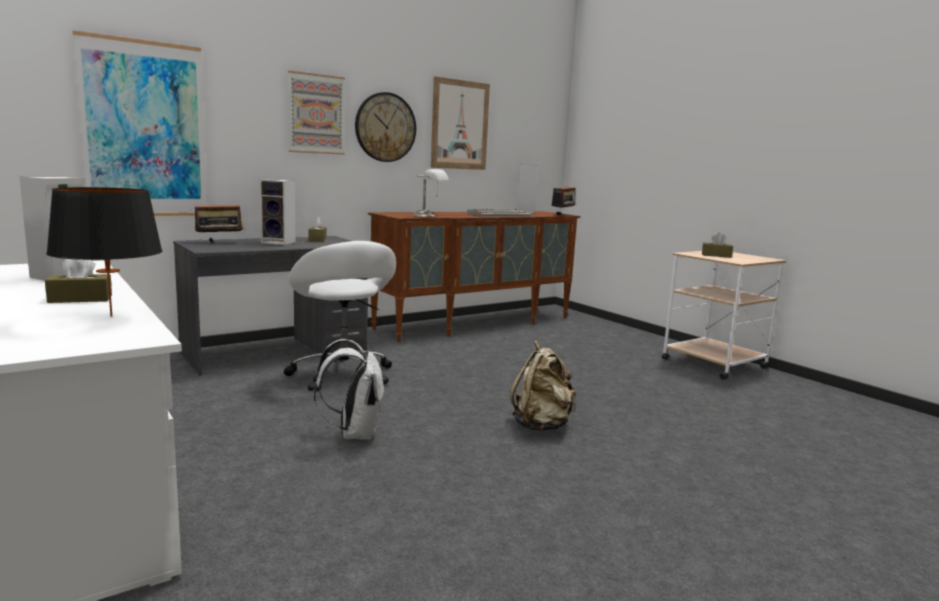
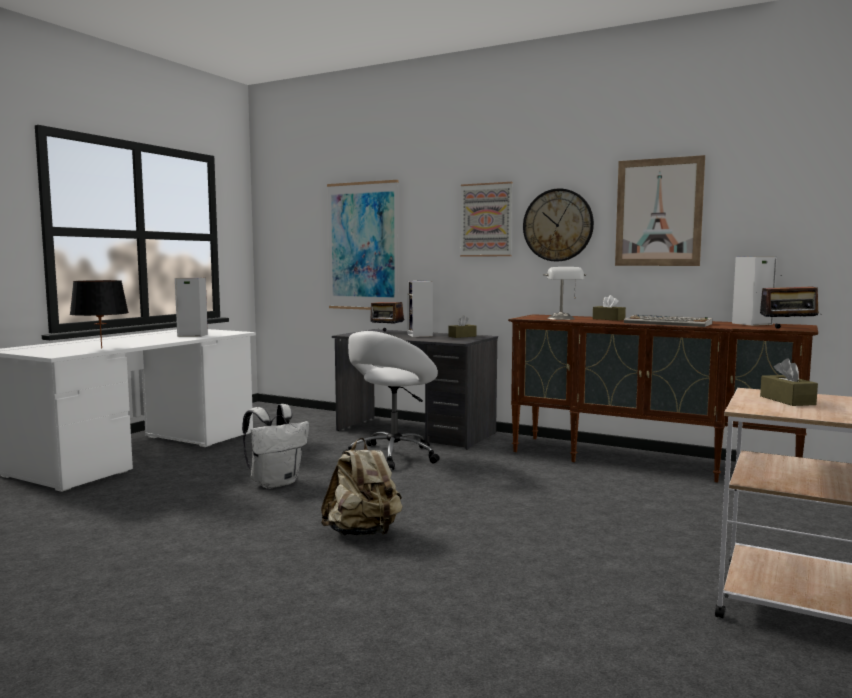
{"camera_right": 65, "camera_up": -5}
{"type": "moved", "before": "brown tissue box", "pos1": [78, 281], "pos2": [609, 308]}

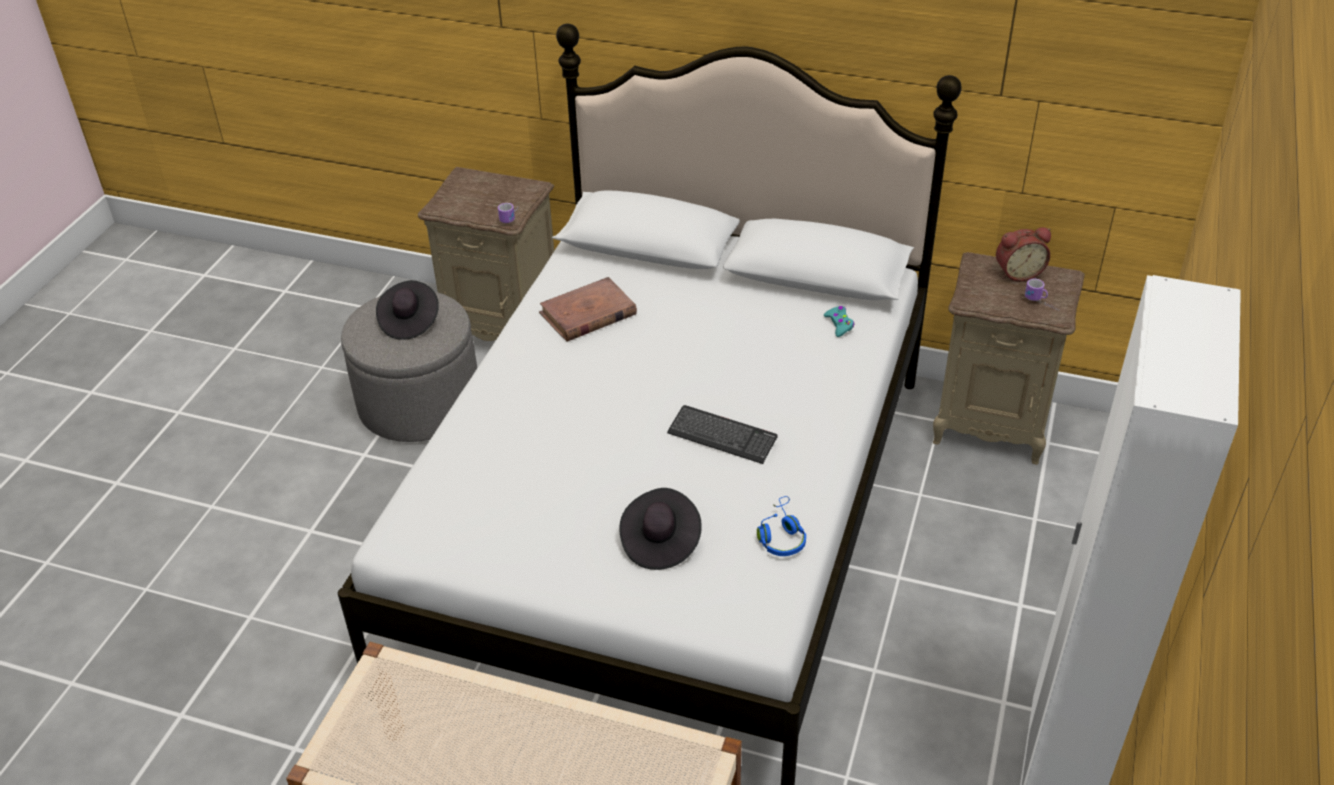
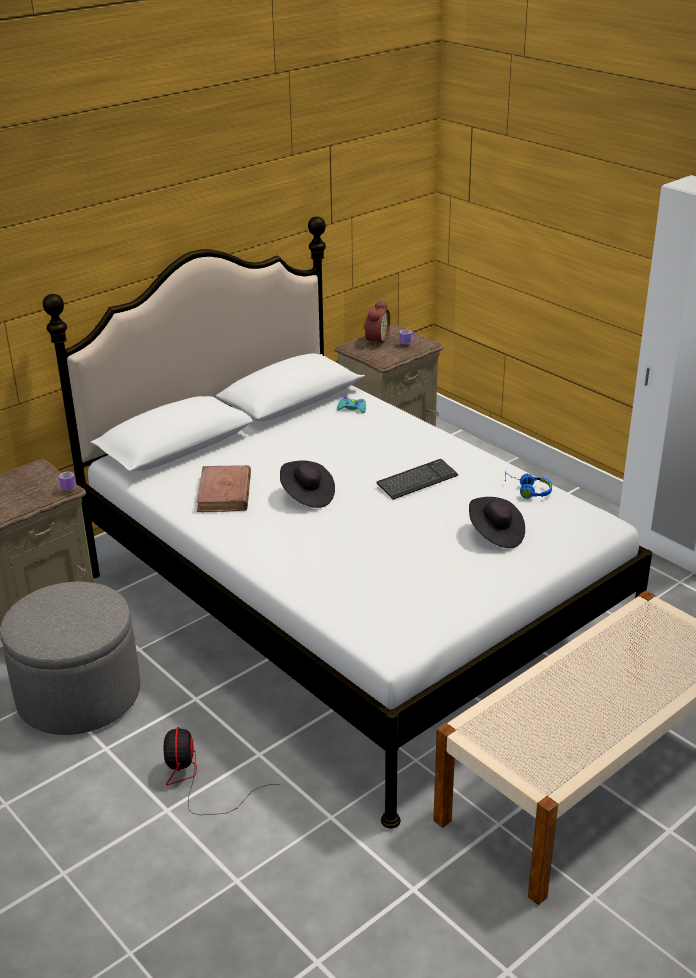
{"camera_right": -60, "camera_up": -10}
{"type": "moved", "before": "black hat", "pos1": [407, 310], "pos2": [307, 484]}
{"type": "added", "after": "fan", "pos2": [221, 771]}

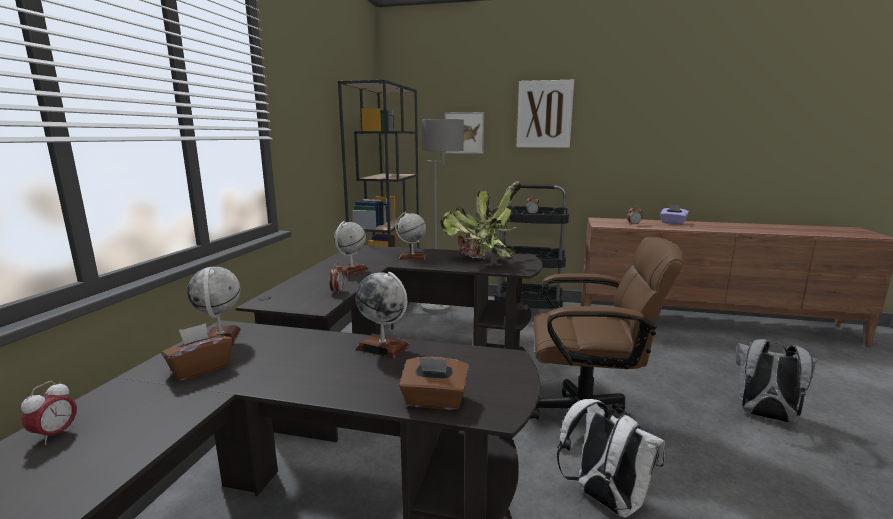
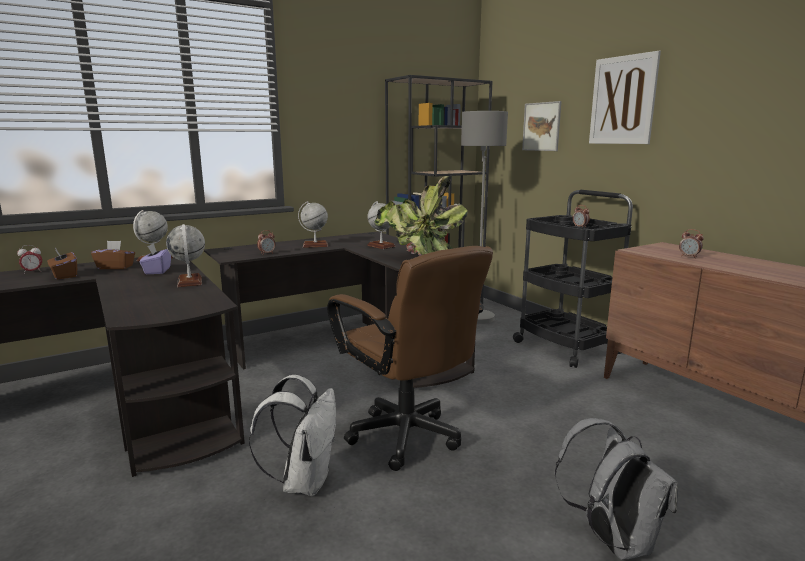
{"camera_right": 45, "camera_up": 0}
{"type": "moved", "before": "brown tissue box", "pos1": [434, 383], "pos2": [62, 263]}
{"type": "moved", "before": "purple tissue box", "pos1": [674, 214], "pos2": [155, 258]}

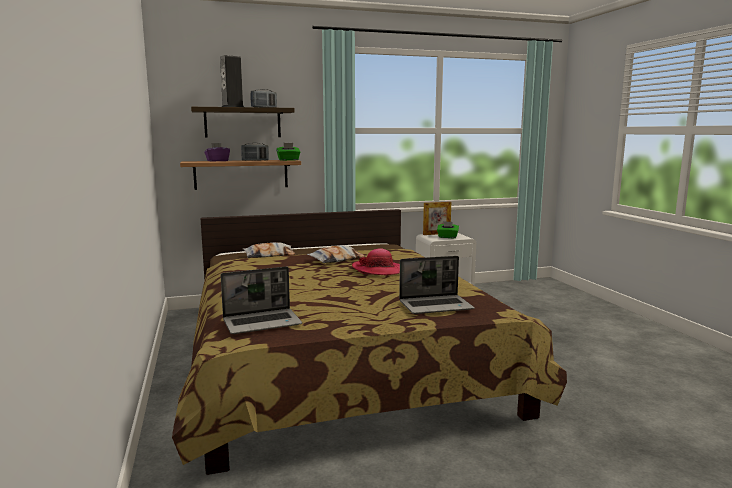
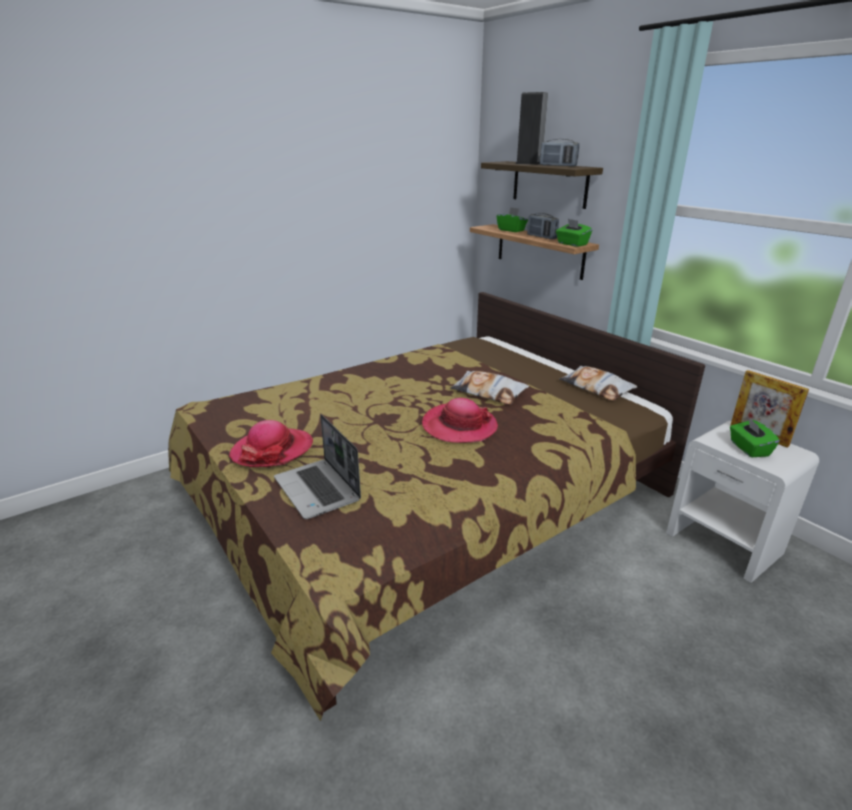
{"camera_right": 70, "camera_up": 15}
{"type": "recoloured", "before": "purple tissue box", "after": "green tissue box", "pos1": [217, 152], "pos2": [512, 219]}
{"type": "removed", "before": "laptop", "pos1": [261, 300]}
{"type": "moved", "before": "pillow", "pos1": [269, 250], "pos2": [599, 383]}
{"type": "added", "after": "hat", "pos2": [271, 443]}

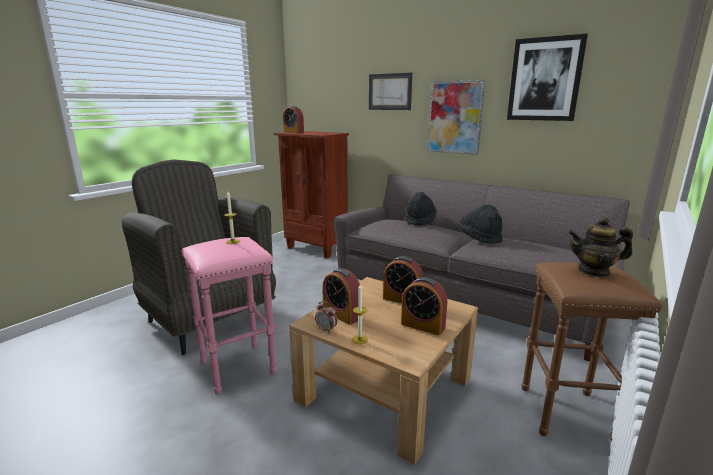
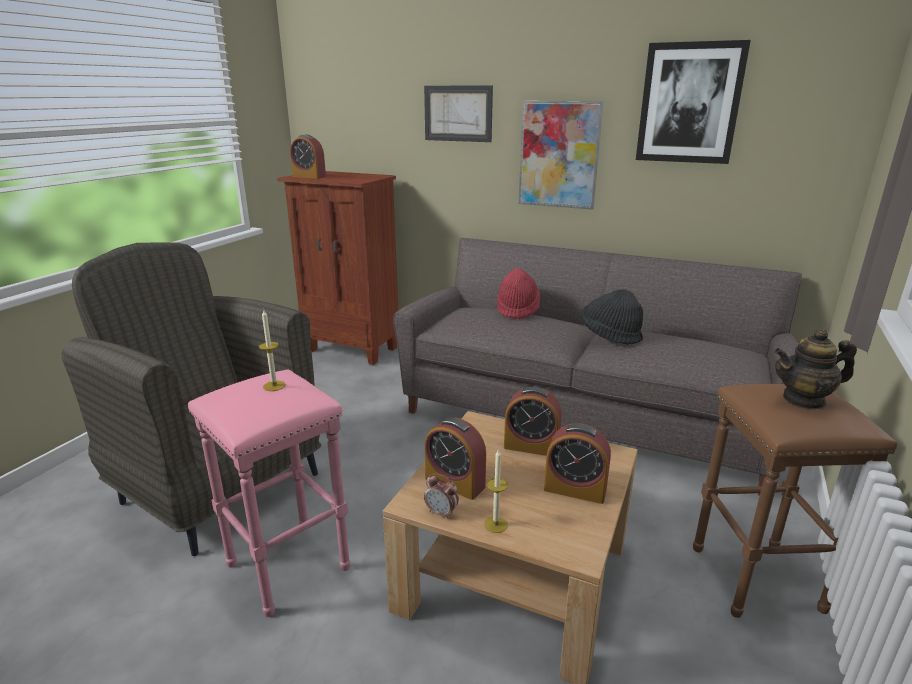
{"camera_right": -10, "camera_up": 5}
{"type": "recoloured", "before": "black hat", "after": "red hat", "pos1": [421, 209], "pos2": [518, 293]}

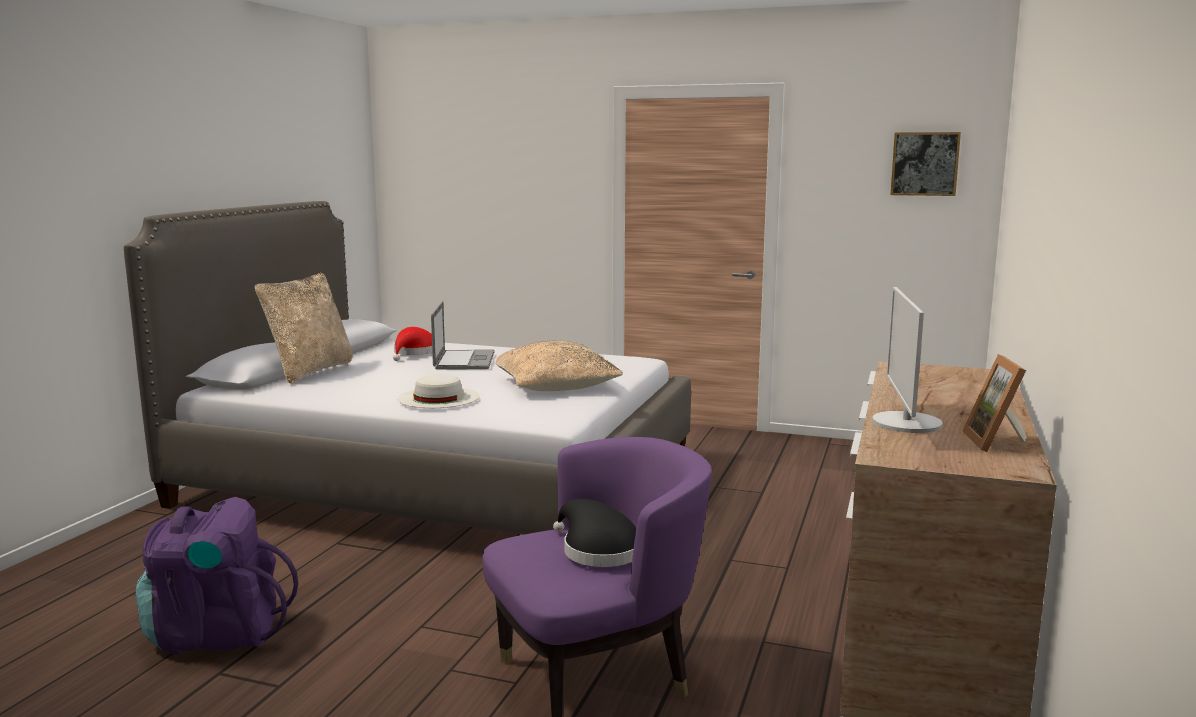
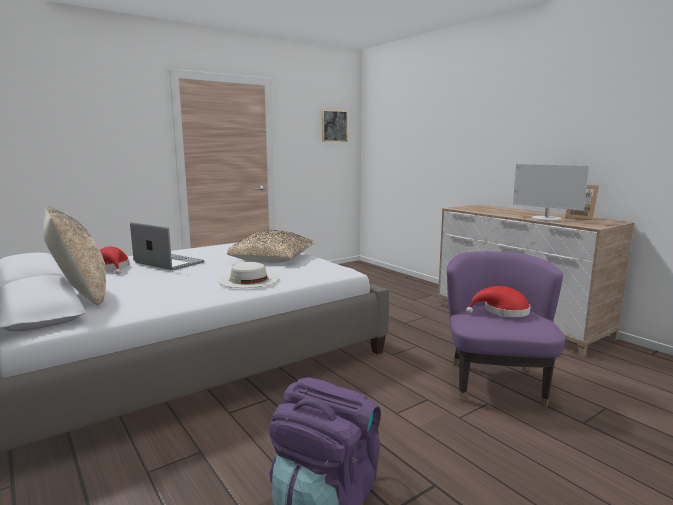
{"camera_right": -55, "camera_up": 0}
{"type": "recoloured", "before": "black hat", "after": "red hat", "pos1": [594, 533], "pos2": [498, 301]}

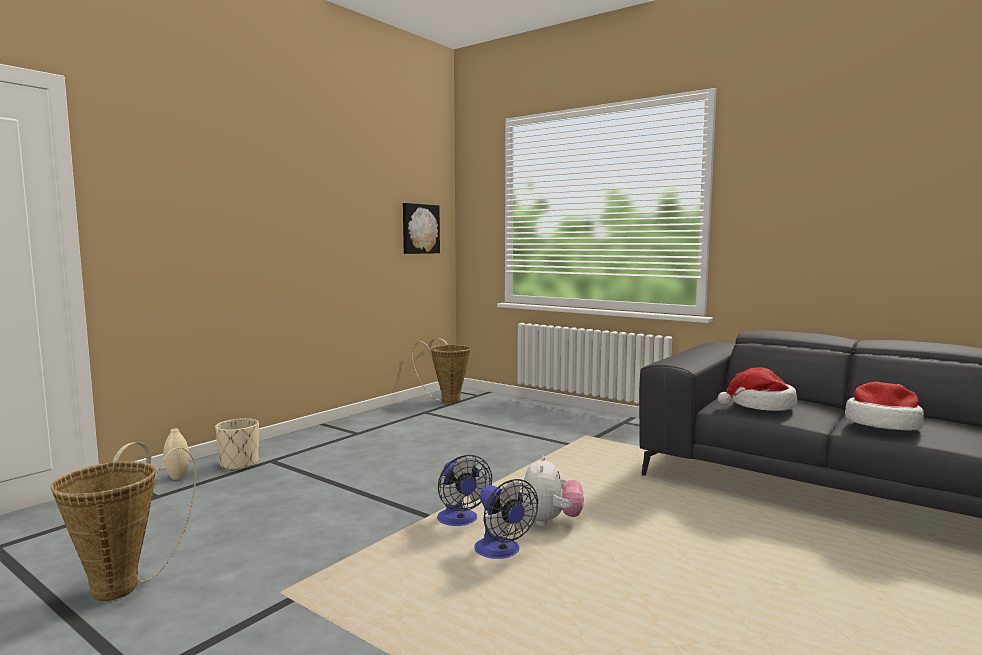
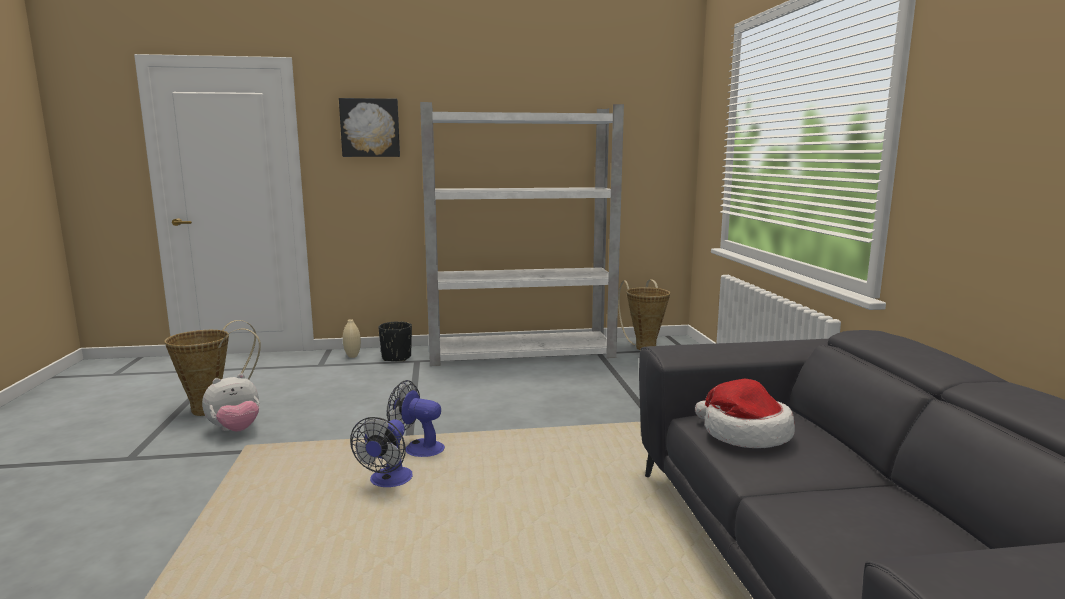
{"camera_right": 45, "camera_up": 5}
{"type": "recoloured", "before": "beige planter", "after": "black planter", "pos1": [237, 444], "pos2": [395, 341]}
{"type": "moved", "before": "picture", "pos1": [421, 228], "pos2": [369, 127]}
{"type": "turned", "before": "fan", "pos1": [464, 490], "pos2": [416, 418], "turn": 90}
{"type": "moved", "before": "plush toy", "pos1": [553, 491], "pos2": [230, 403]}
{"type": "removed", "before": "hat", "pos1": [884, 406]}
{"type": "added", "after": "white bookcase", "pos2": [522, 234]}

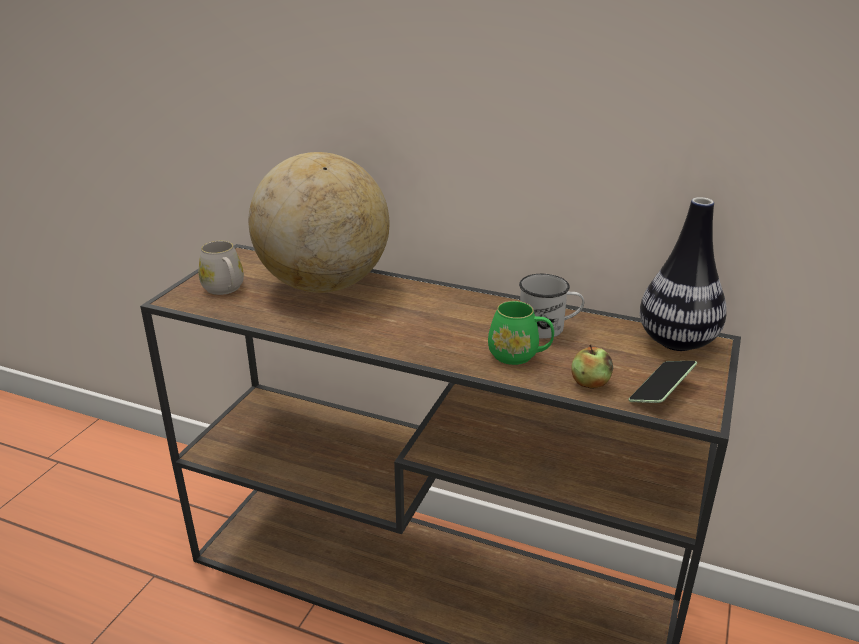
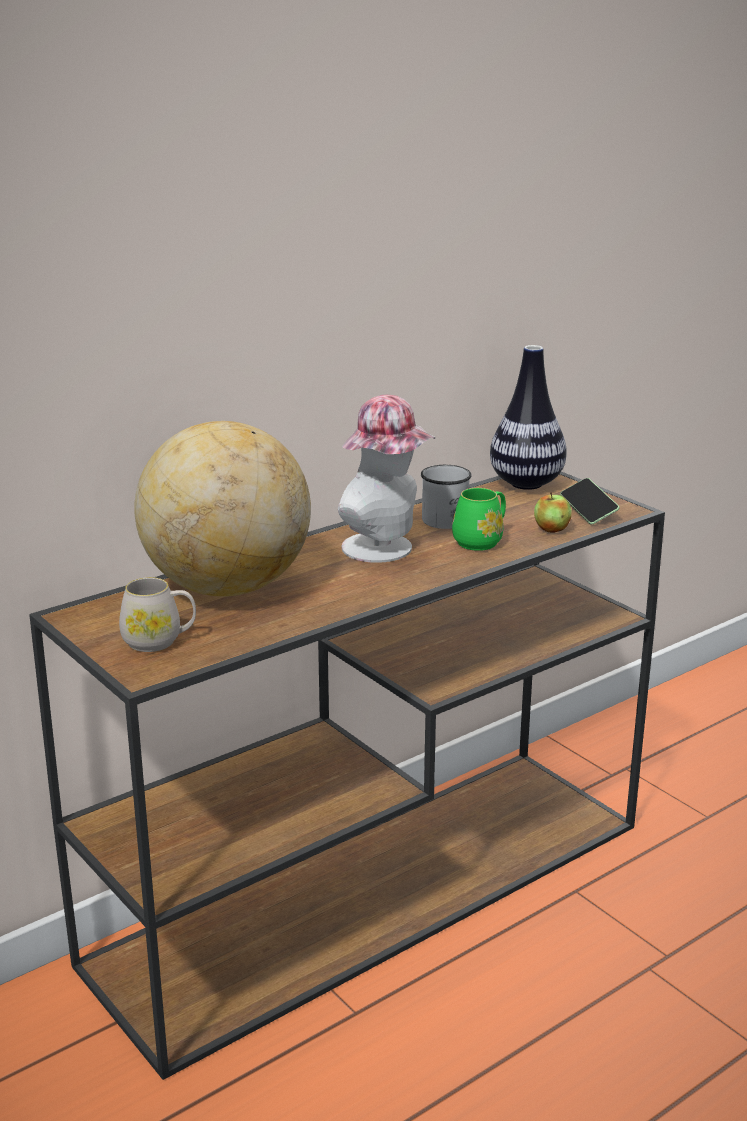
{"camera_right": -60, "camera_up": -5}
{"type": "added", "after": "hat", "pos2": [386, 479]}

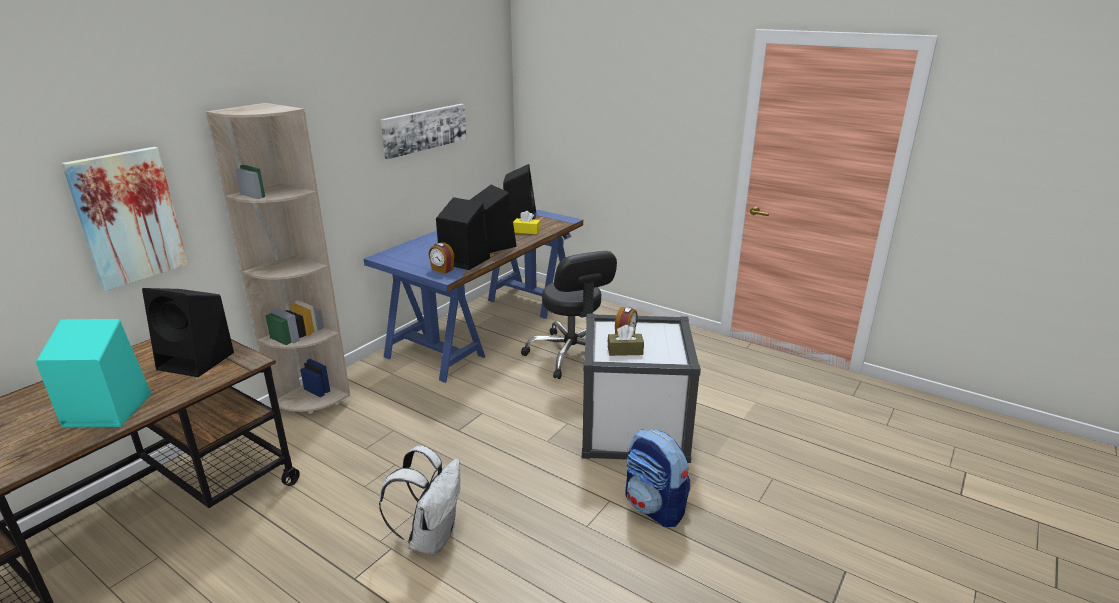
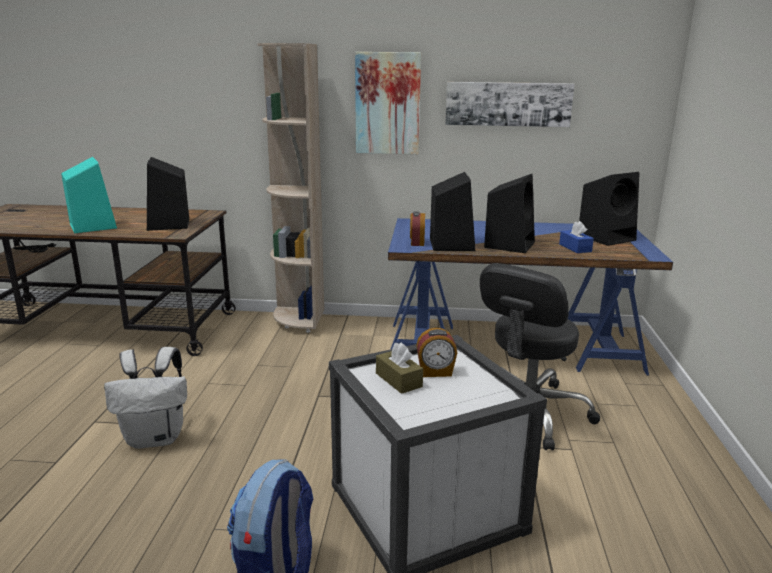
{"camera_right": 60, "camera_up": -5}
{"type": "moved", "before": "picture", "pos1": [124, 219], "pos2": [388, 103]}
{"type": "recoloured", "before": "yellow tissue box", "after": "blue tissue box", "pos1": [526, 222], "pos2": [576, 237]}

